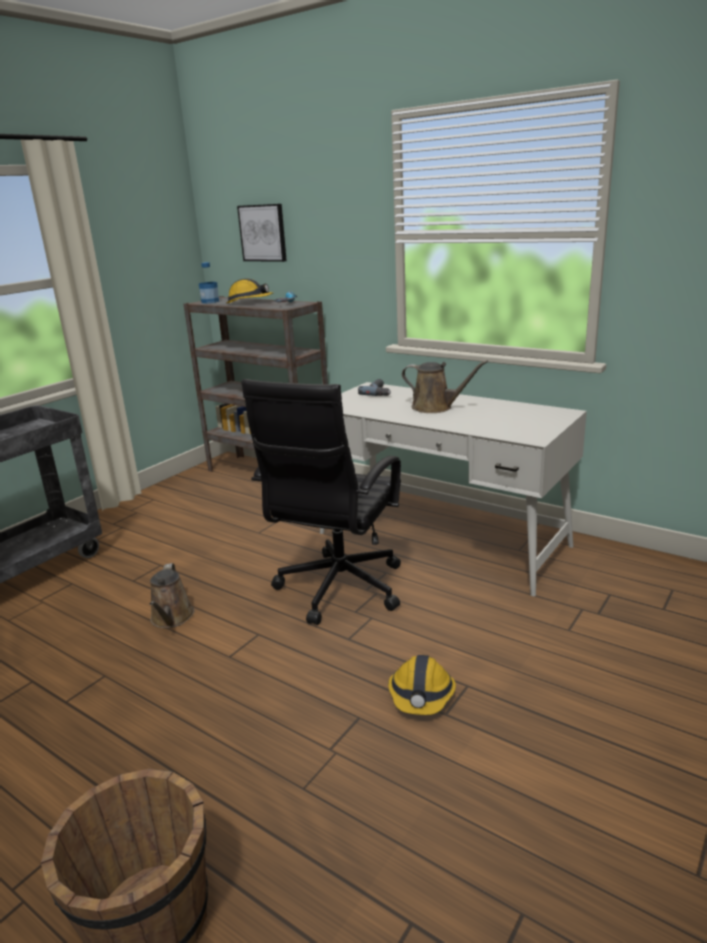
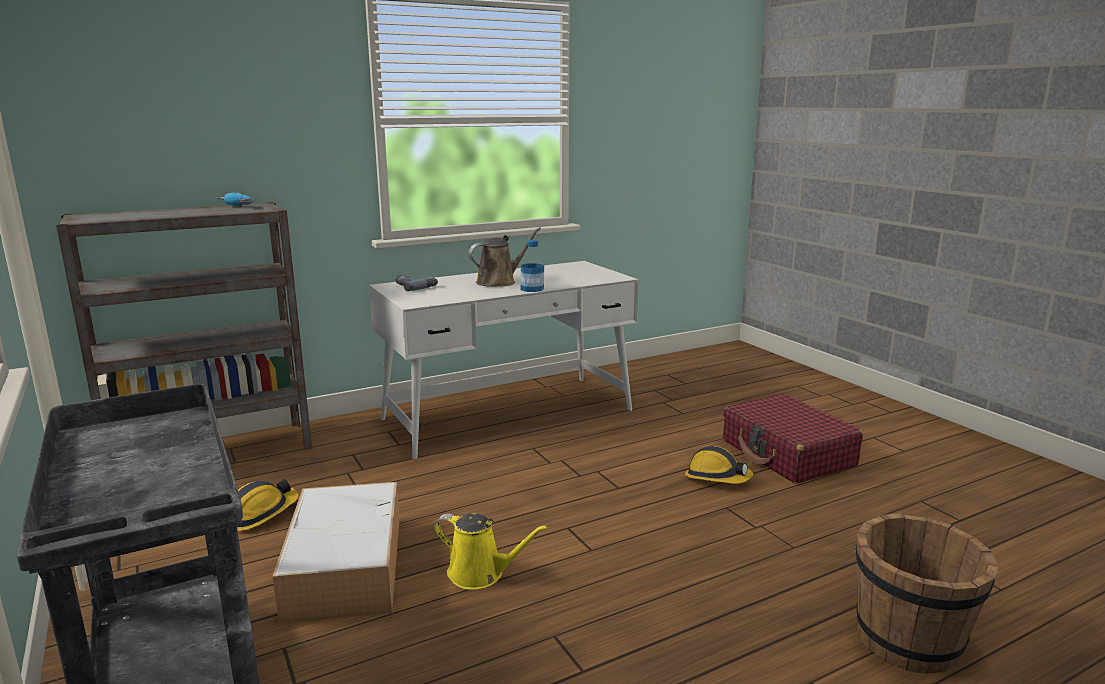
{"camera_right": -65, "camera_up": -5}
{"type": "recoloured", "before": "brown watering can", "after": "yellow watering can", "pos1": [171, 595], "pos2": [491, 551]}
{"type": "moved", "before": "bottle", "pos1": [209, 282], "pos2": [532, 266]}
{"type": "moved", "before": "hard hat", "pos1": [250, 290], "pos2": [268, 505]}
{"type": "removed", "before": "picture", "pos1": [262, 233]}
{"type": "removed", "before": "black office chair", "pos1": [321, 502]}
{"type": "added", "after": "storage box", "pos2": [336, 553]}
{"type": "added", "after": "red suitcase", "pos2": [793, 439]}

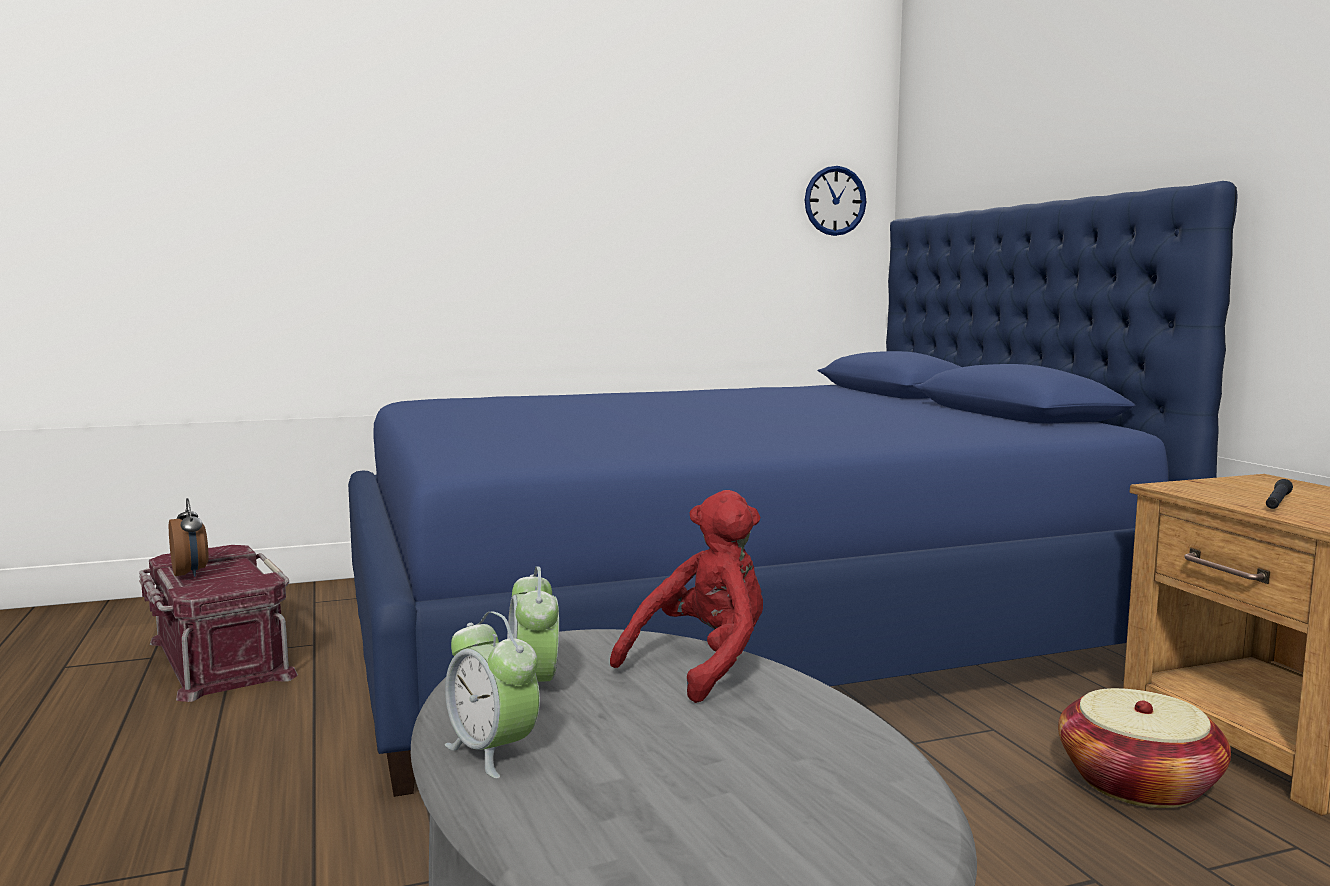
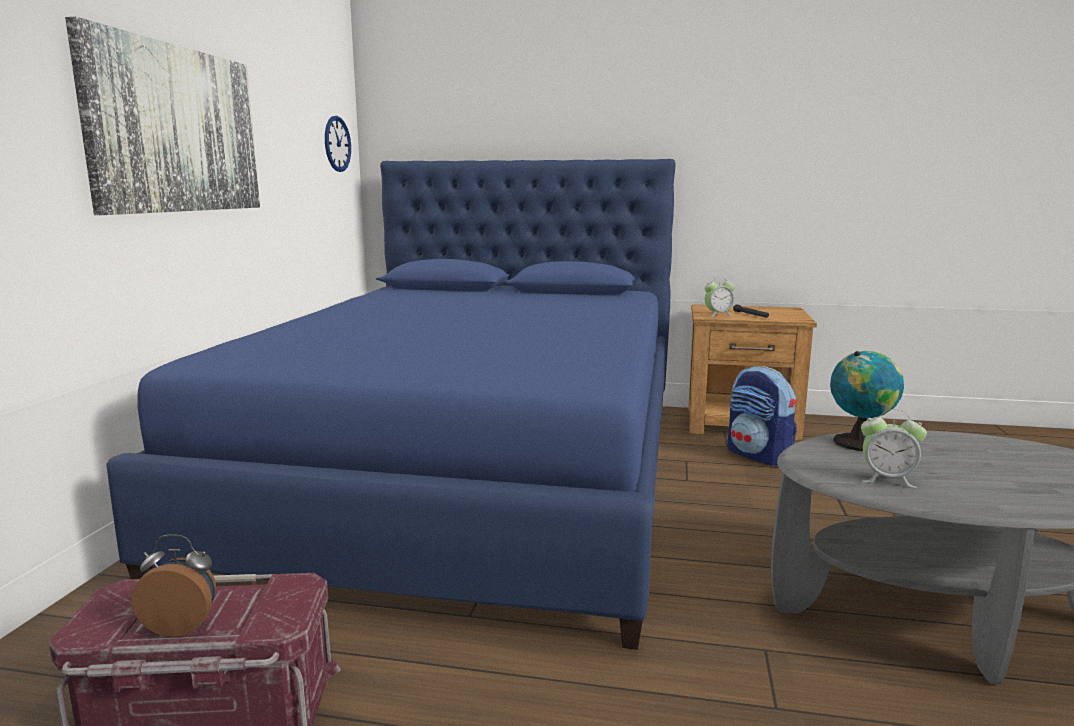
{"camera_right": -60, "camera_up": 5}
{"type": "moved", "before": "alarm clock", "pos1": [492, 695], "pos2": [720, 297]}
{"type": "replaced", "before": "red plush toy", "after": "globe", "pos1": [686, 596], "pos2": [867, 401]}
{"type": "replaced", "before": "basket", "after": "backpack", "pos1": [1144, 748], "pos2": [762, 416]}
{"type": "added", "after": "picture", "pos2": [162, 116]}

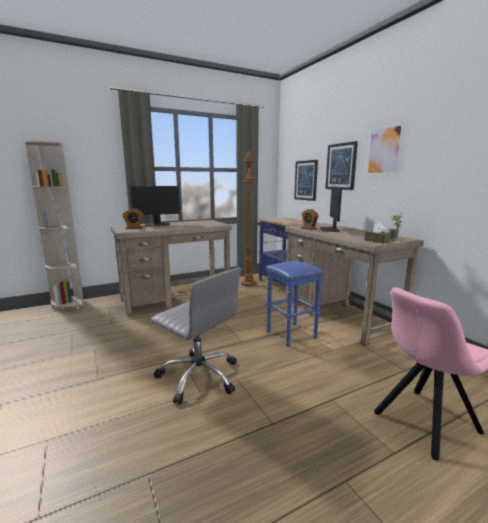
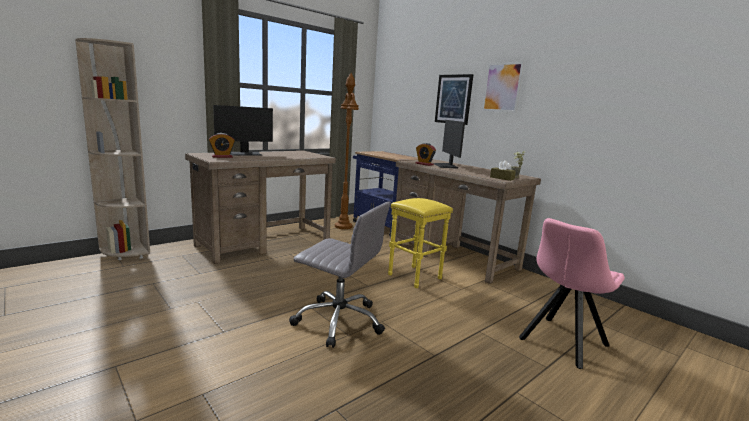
{"camera_right": -15, "camera_up": 0}
{"type": "recoloured", "before": "blue stool", "after": "yellow stool", "pos1": [295, 304], "pos2": [420, 243]}
{"type": "removed", "before": "picture", "pos1": [306, 180]}

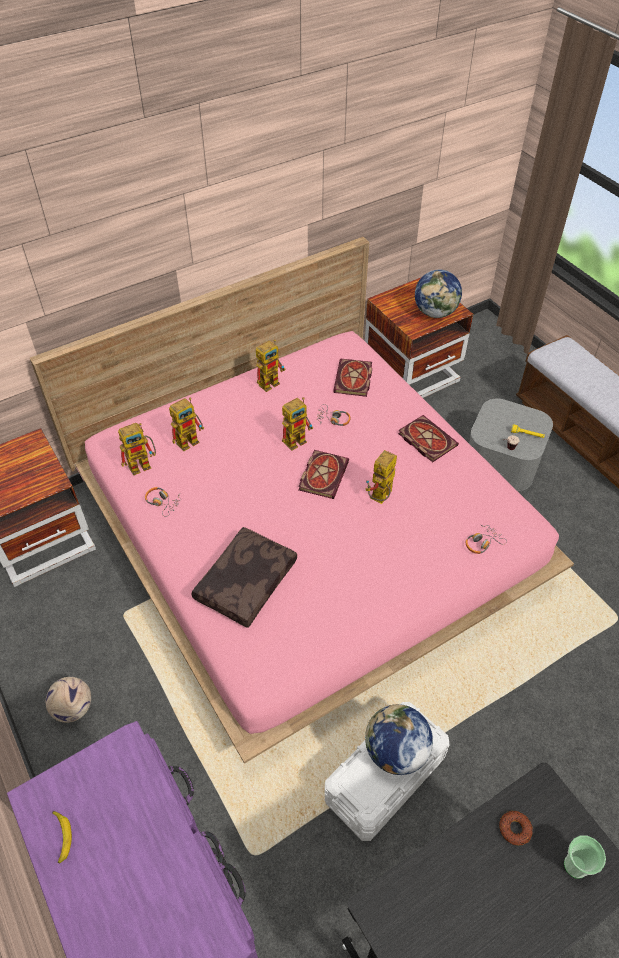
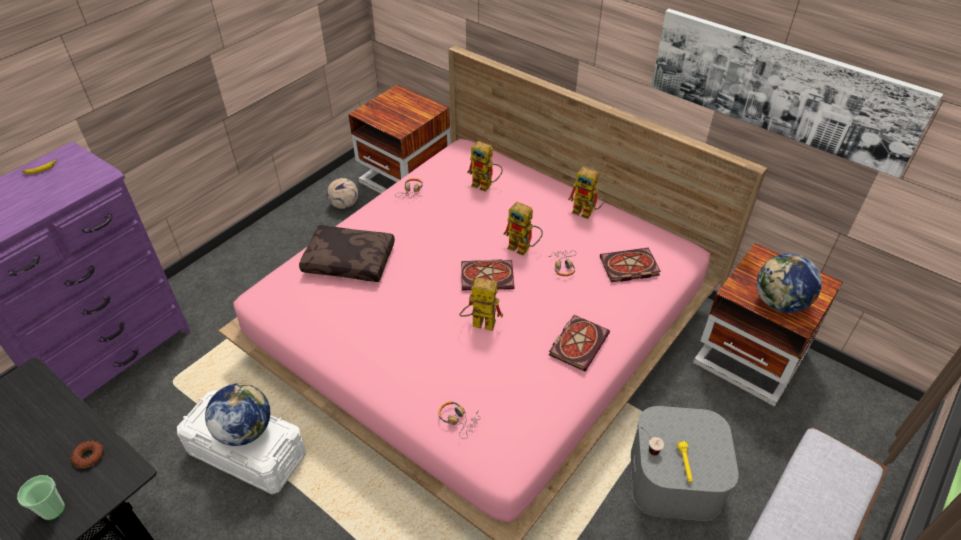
{"camera_right": 70, "camera_up": -5}
{"type": "moved", "before": "football", "pos1": [68, 700], "pos2": [342, 193]}
{"type": "removed", "before": "toy robot", "pos1": [137, 449]}
{"type": "added", "after": "picture", "pos2": [797, 93]}

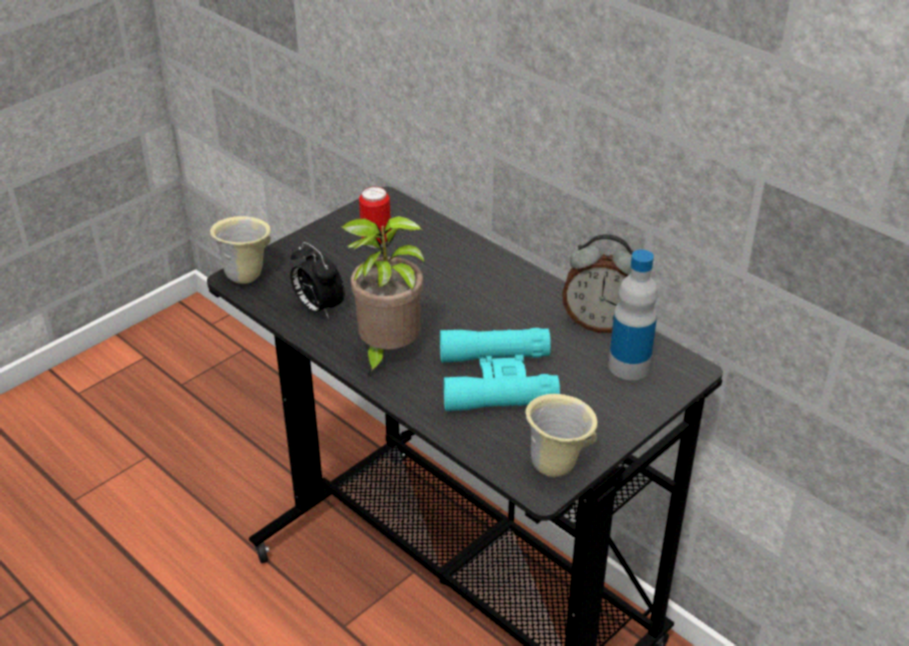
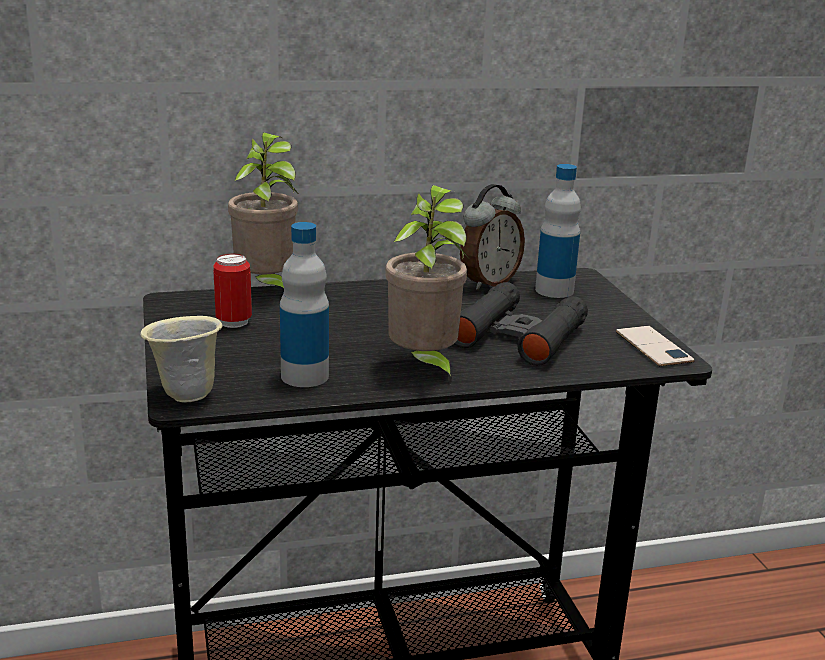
{"camera_right": -60, "camera_up": -15}
{"type": "replaced", "before": "alarm clock", "after": "bottle", "pos1": [317, 280], "pos2": [304, 304]}
{"type": "recoloured", "before": "turquoise binoculars", "after": "black binoculars", "pos1": [500, 369], "pos2": [521, 324]}
{"type": "replaced", "before": "beige mug", "after": "phone", "pos1": [561, 435], "pos2": [655, 346]}
{"type": "added", "after": "potted plant", "pos2": [263, 210]}

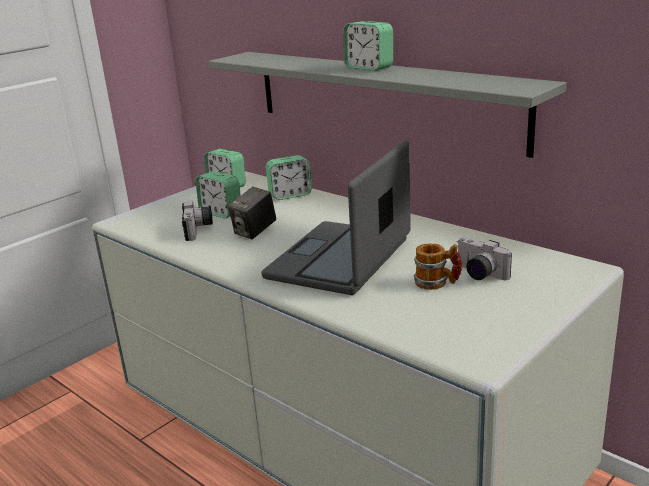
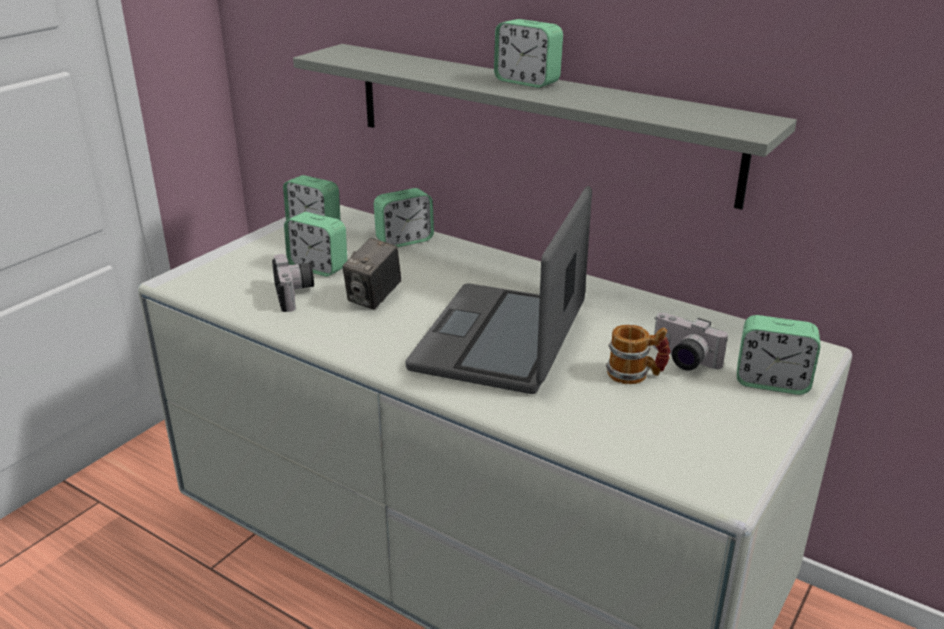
{"camera_right": -10, "camera_up": 5}
{"type": "added", "after": "alarm clock", "pos2": [778, 355]}

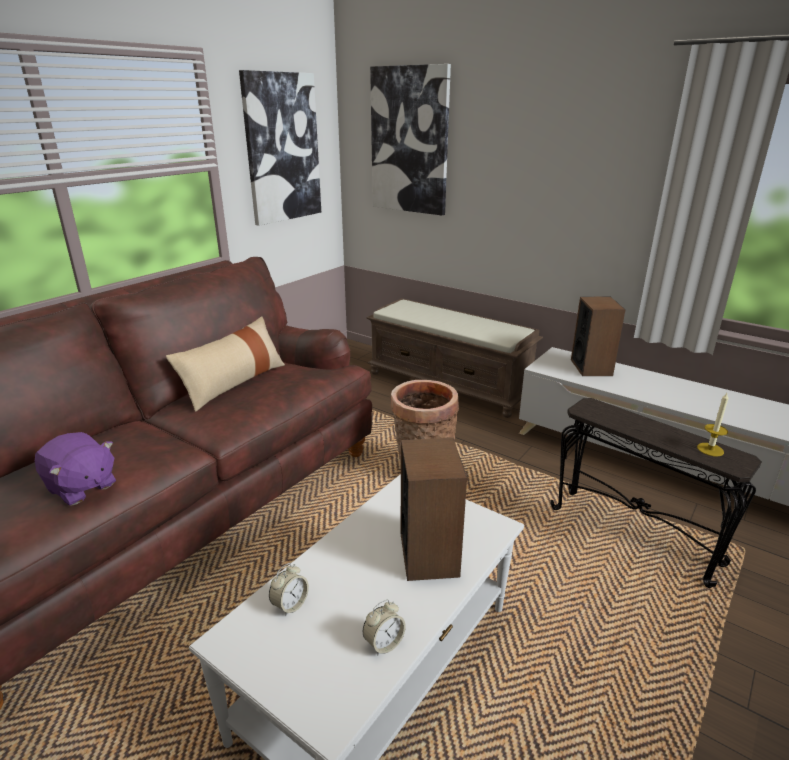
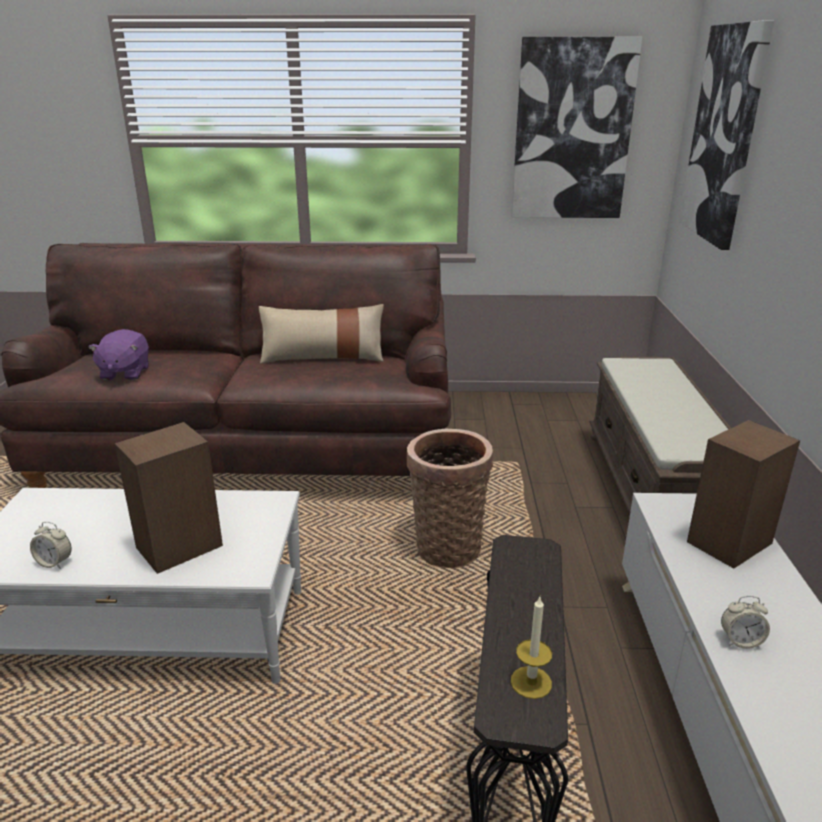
{"camera_right": 55, "camera_up": 0}
{"type": "moved", "before": "alarm clock", "pos1": [289, 589], "pos2": [745, 622]}

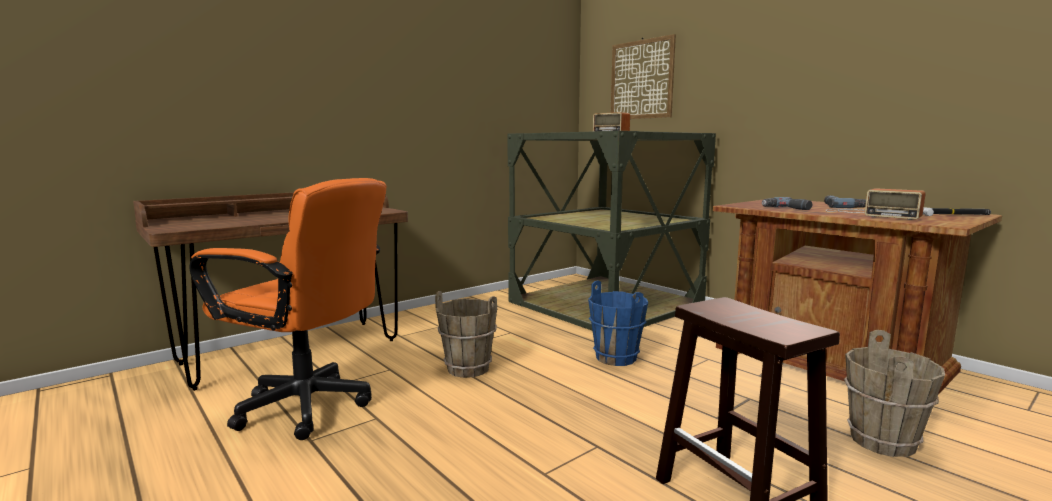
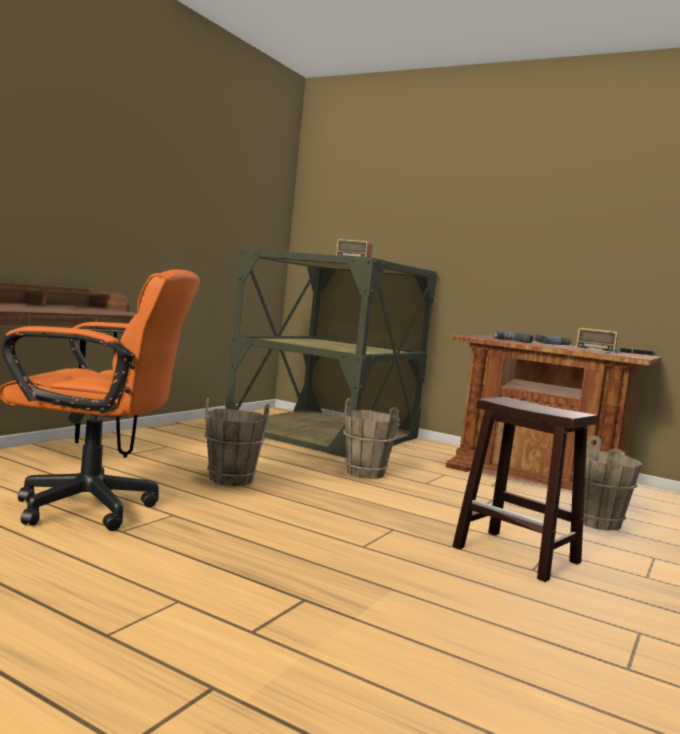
{"camera_right": -20, "camera_up": -5}
{"type": "recoloured", "before": "blue bucket", "after": "brown bucket", "pos1": [618, 323], "pos2": [371, 438]}
{"type": "removed", "before": "picture", "pos1": [643, 76]}

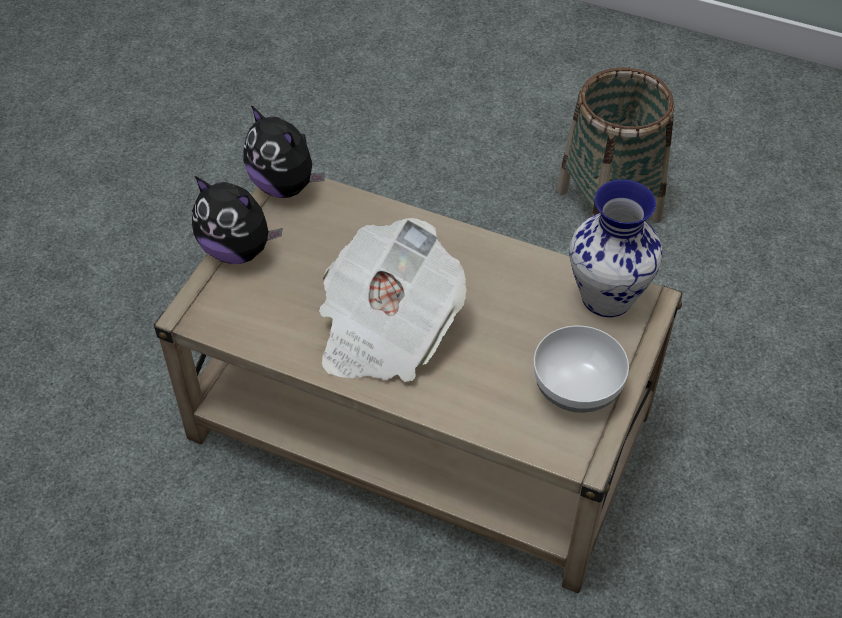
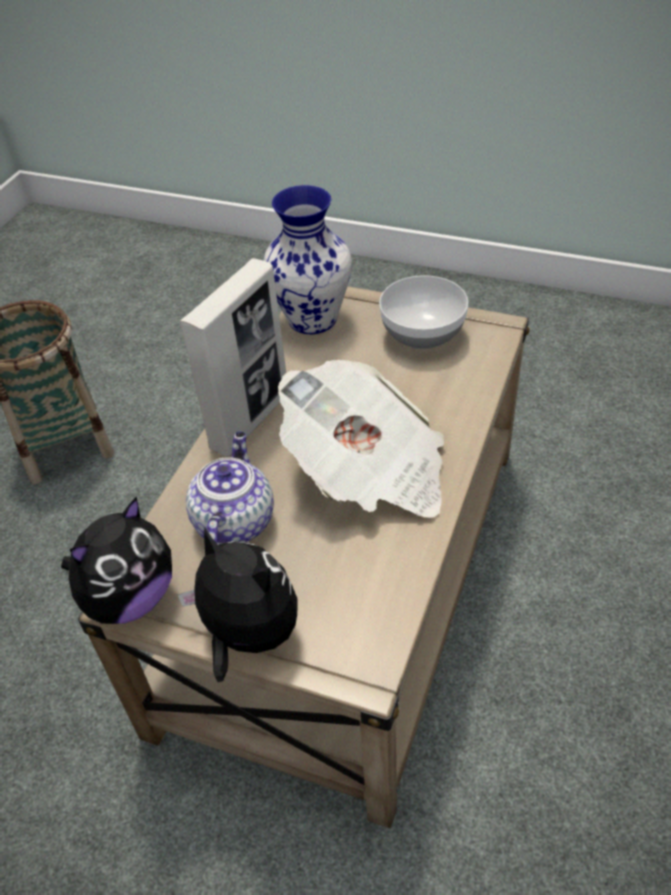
{"camera_right": -90, "camera_up": -5}
{"type": "turned", "before": "plush toy", "pos1": [237, 220], "pos2": [237, 605], "turn": -75}
{"type": "added", "after": "picture frame", "pos2": [233, 357]}
{"type": "added", "after": "teapot", "pos2": [230, 487]}

